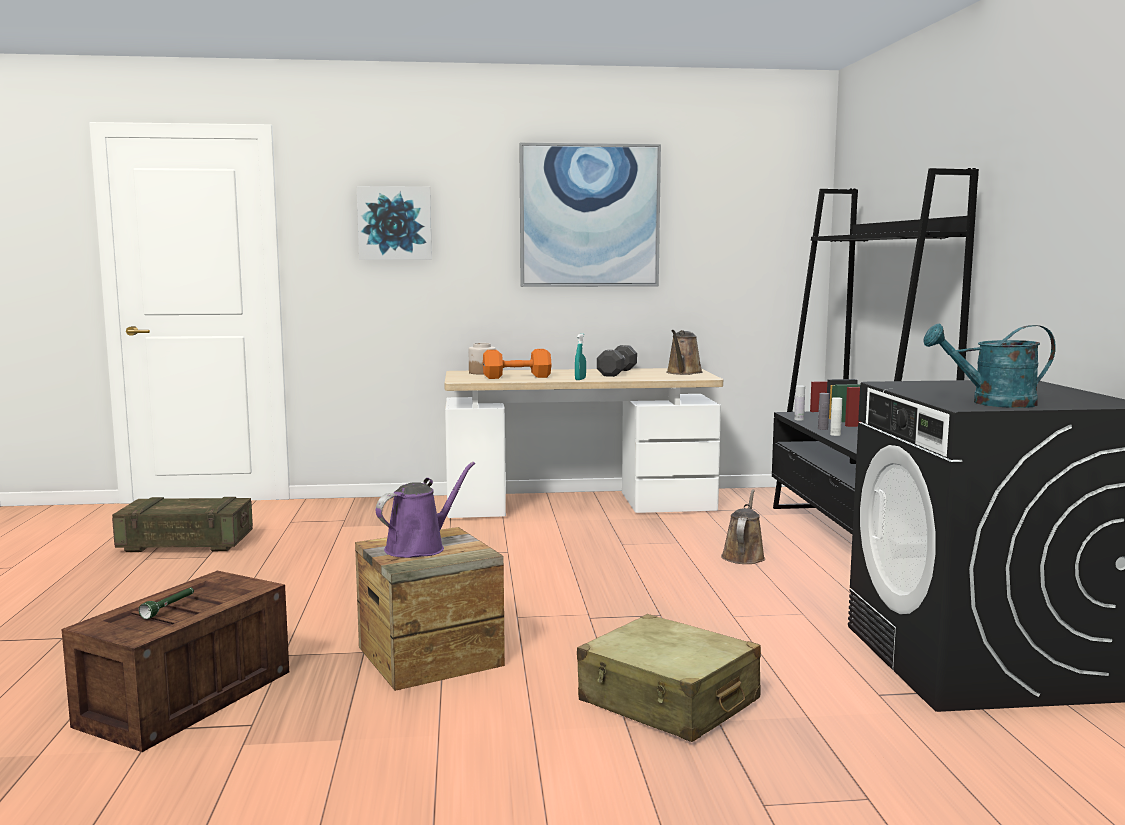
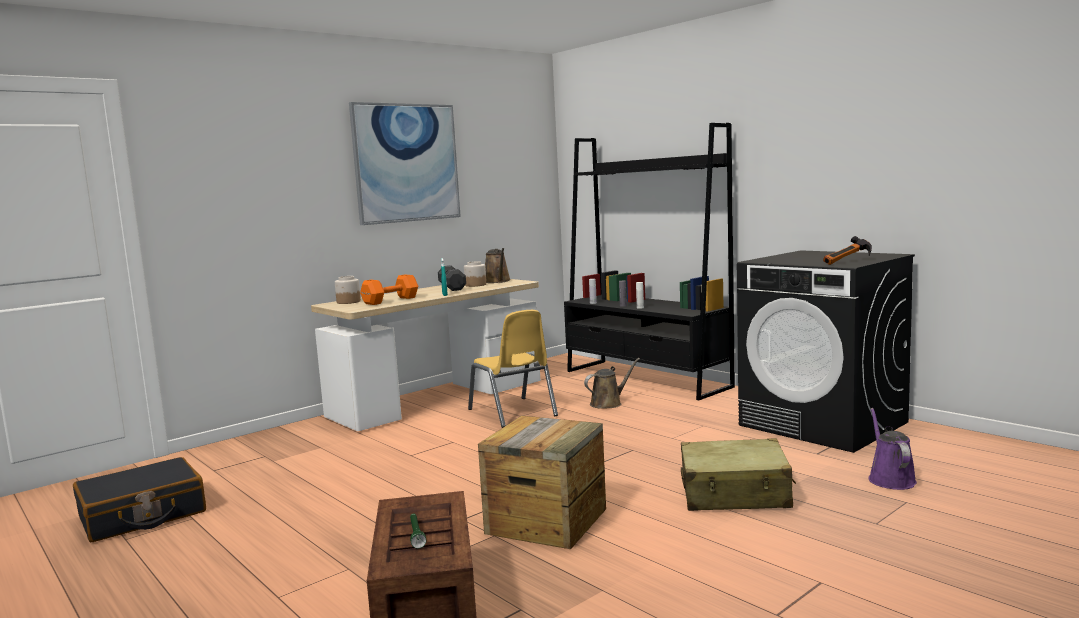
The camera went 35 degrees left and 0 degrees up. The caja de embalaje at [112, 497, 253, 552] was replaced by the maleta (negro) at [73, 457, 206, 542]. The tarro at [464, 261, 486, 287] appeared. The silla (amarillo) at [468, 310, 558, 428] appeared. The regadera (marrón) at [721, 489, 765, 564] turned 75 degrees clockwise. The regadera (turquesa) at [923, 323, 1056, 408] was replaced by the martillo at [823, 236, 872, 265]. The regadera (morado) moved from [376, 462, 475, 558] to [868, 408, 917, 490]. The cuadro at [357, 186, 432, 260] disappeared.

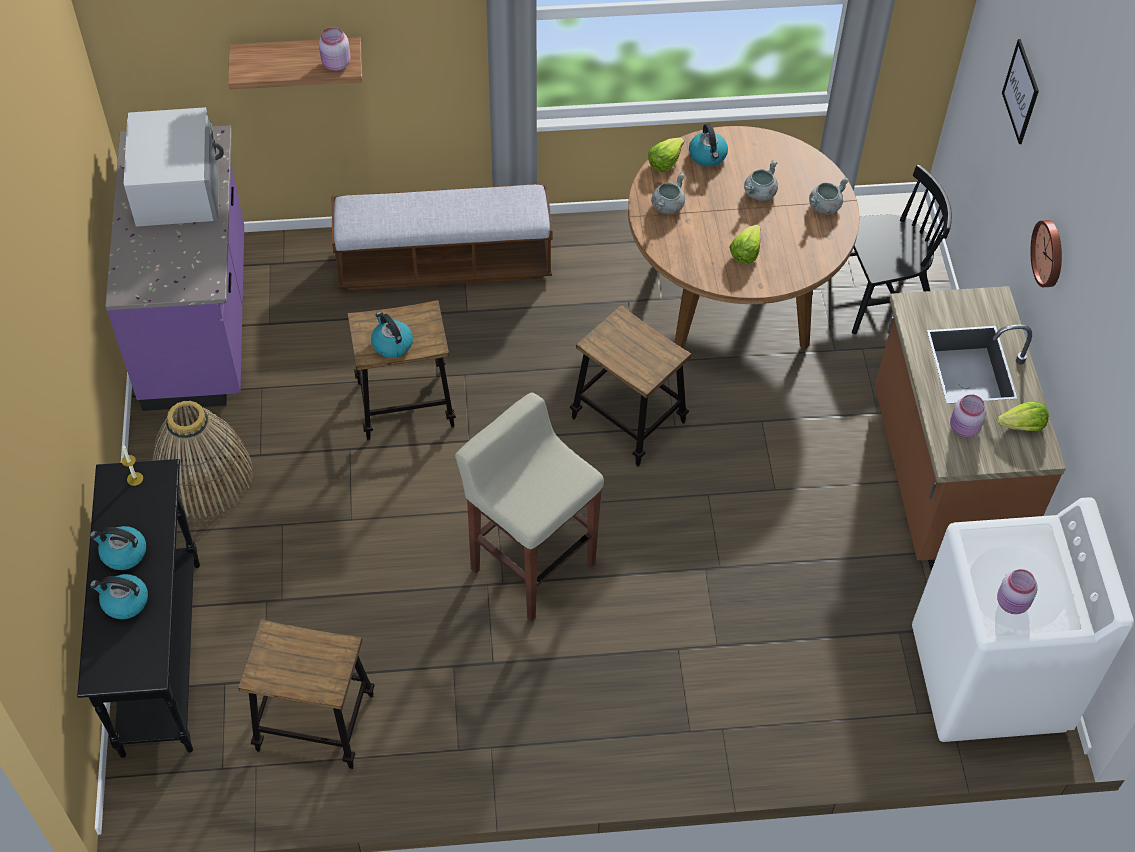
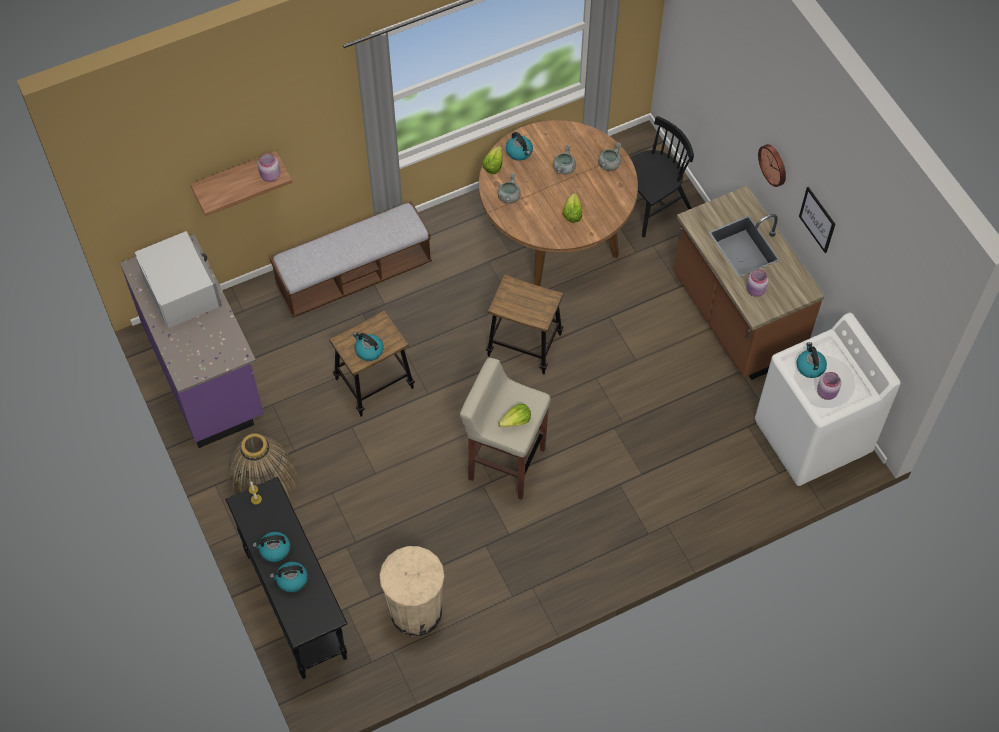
The camera went 20 degrees left and 5 degrees up. The taburete at [238, 619, 375, 769] was replaced by the papelera (beis) at [379, 546, 444, 636]. The lechuga moved from [997, 401, 1049, 431] to [498, 404, 531, 427]. The hervidor at [796, 342, 827, 378] appeared. The cuadro moved from [1002, 39, 1039, 144] to [799, 187, 835, 253].

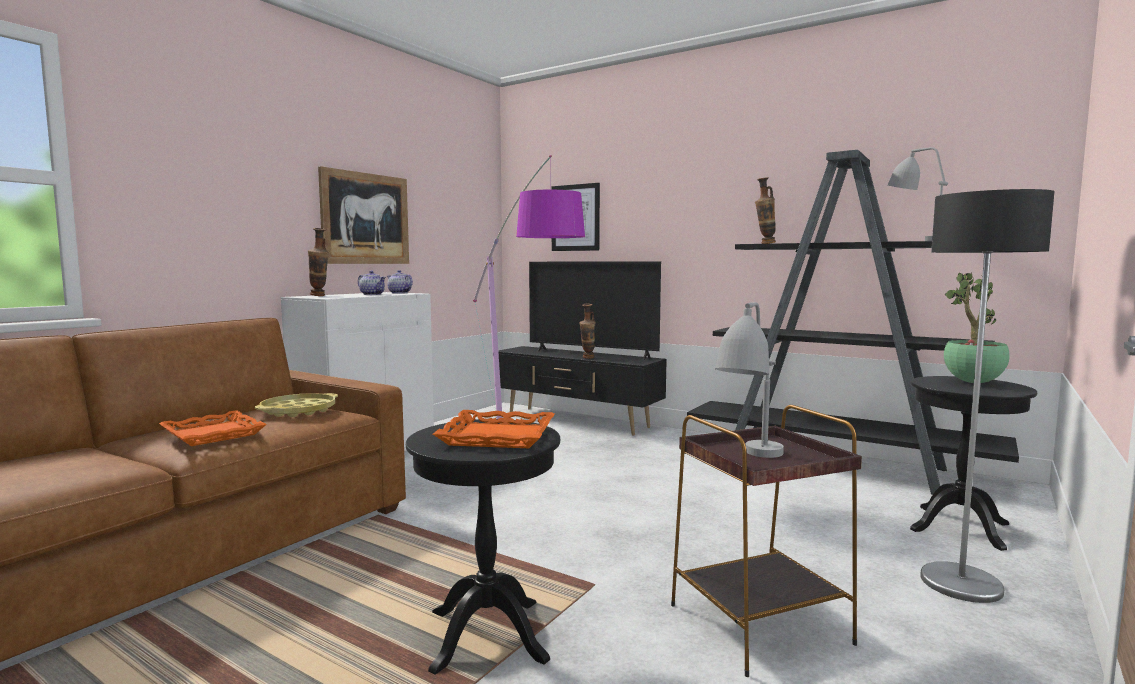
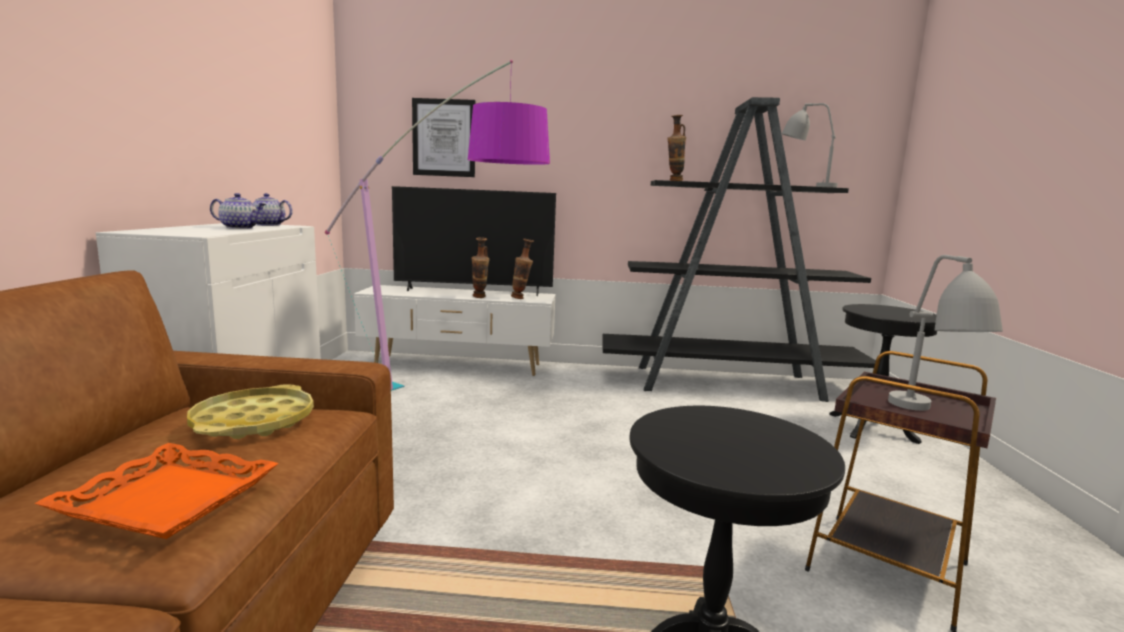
The camera went 30 degrees left and 5 degrees up. The mueble de televisión (negro) at [498, 346, 667, 436] became the mueble de televisión (blanco) at [354, 285, 556, 376]. The florero moved from [308, 228, 329, 296] to [511, 239, 534, 299]. The cuadro at [318, 166, 409, 264] disappeared. The bandeja (naranja) at [433, 410, 555, 448] disappeared. The lámpara de pie at [920, 189, 1055, 603] disappeared. The planta en maceta at [944, 272, 1010, 383] disappeared.

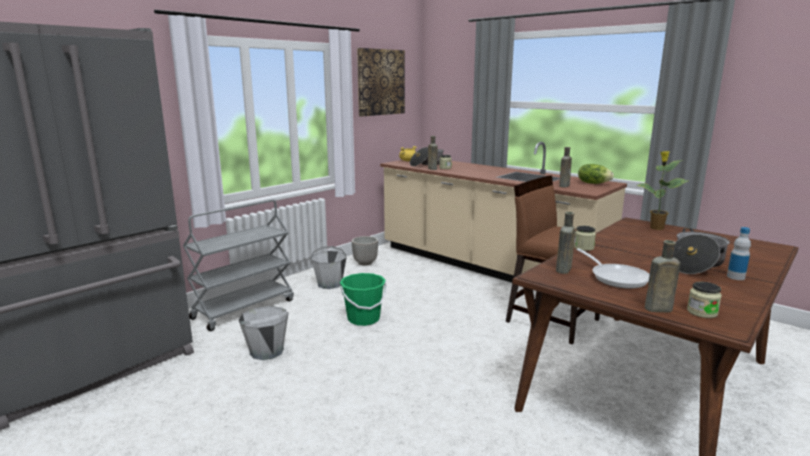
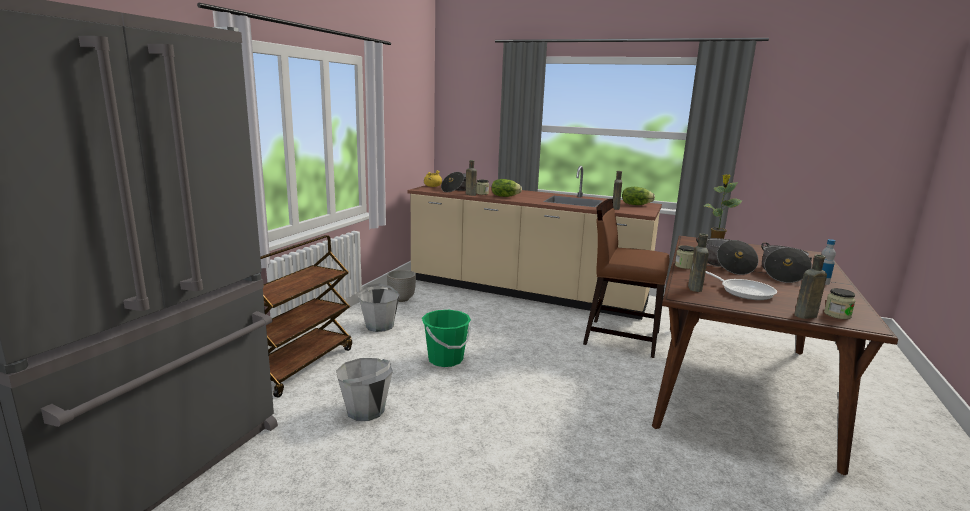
The camera went 20 degrees left and 0 degrees up. The carrito (gris) at [183, 199, 294, 331] became the carrito (marrón) at [260, 235, 352, 398]. The lechuga at [491, 179, 522, 197] appeared. The olla at [696, 237, 758, 275] appeared. The cuadro at [357, 48, 405, 116] disappeared.

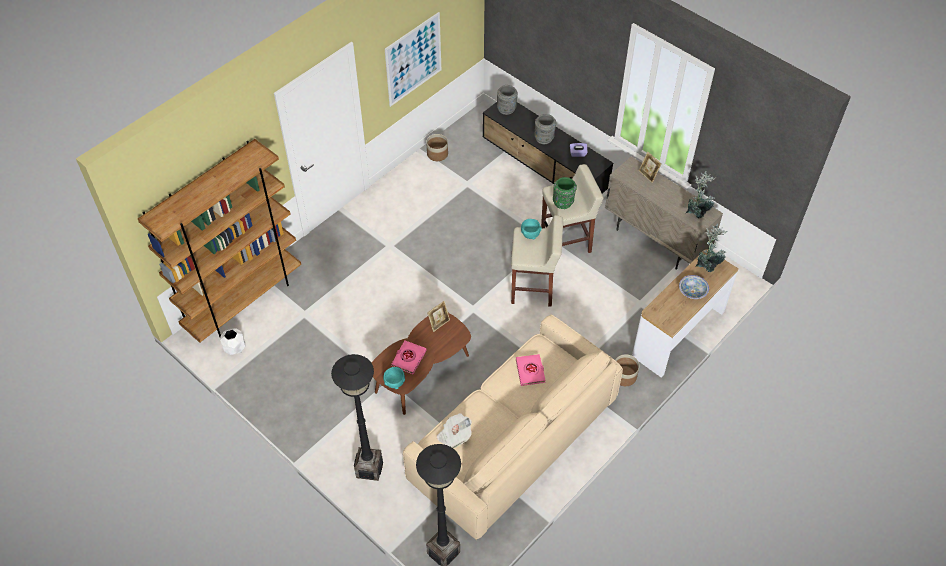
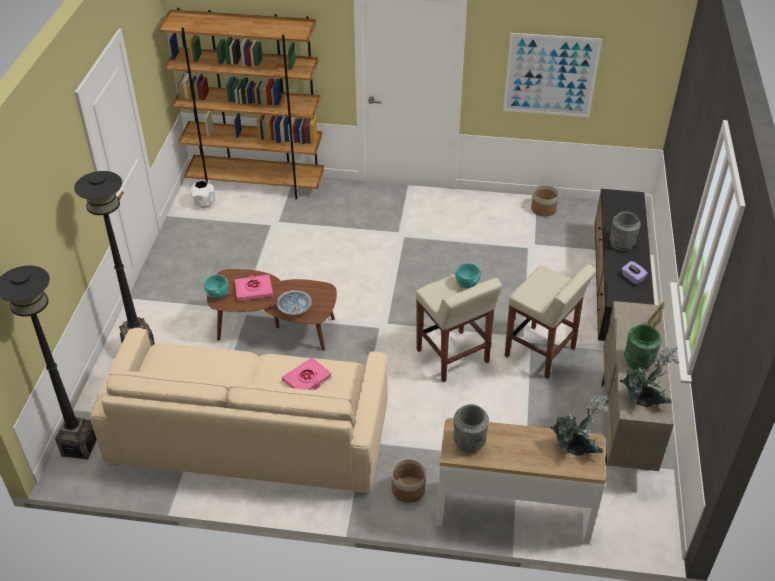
The camera went 55 degrees right and 10 degrees down. The cuenco moved from [679, 275, 709, 299] to [277, 290, 312, 315]. The florero (gris) moved from [497, 85, 518, 115] to [453, 404, 489, 453]. The florero (verde) moved from [553, 177, 577, 209] to [624, 324, 662, 370]. The portarretratos at [427, 301, 450, 332] disappeared. The periódico at [437, 413, 472, 448] disappeared.

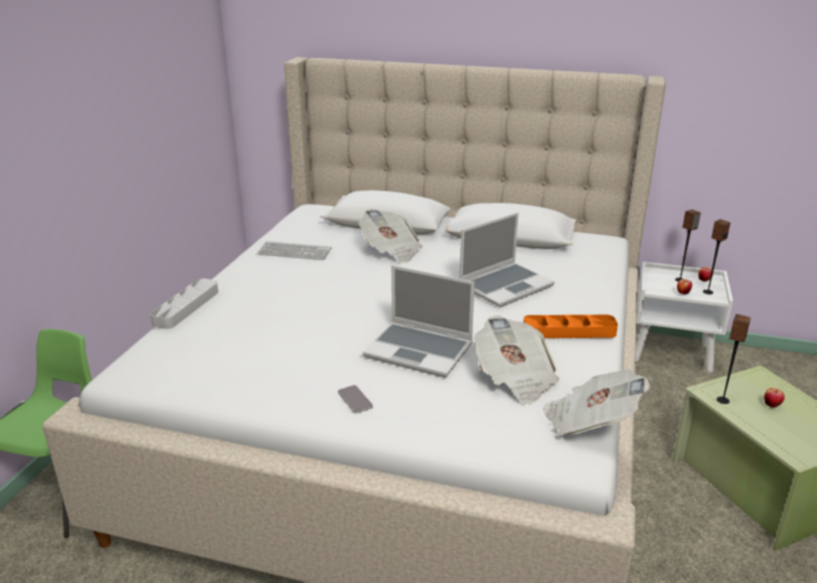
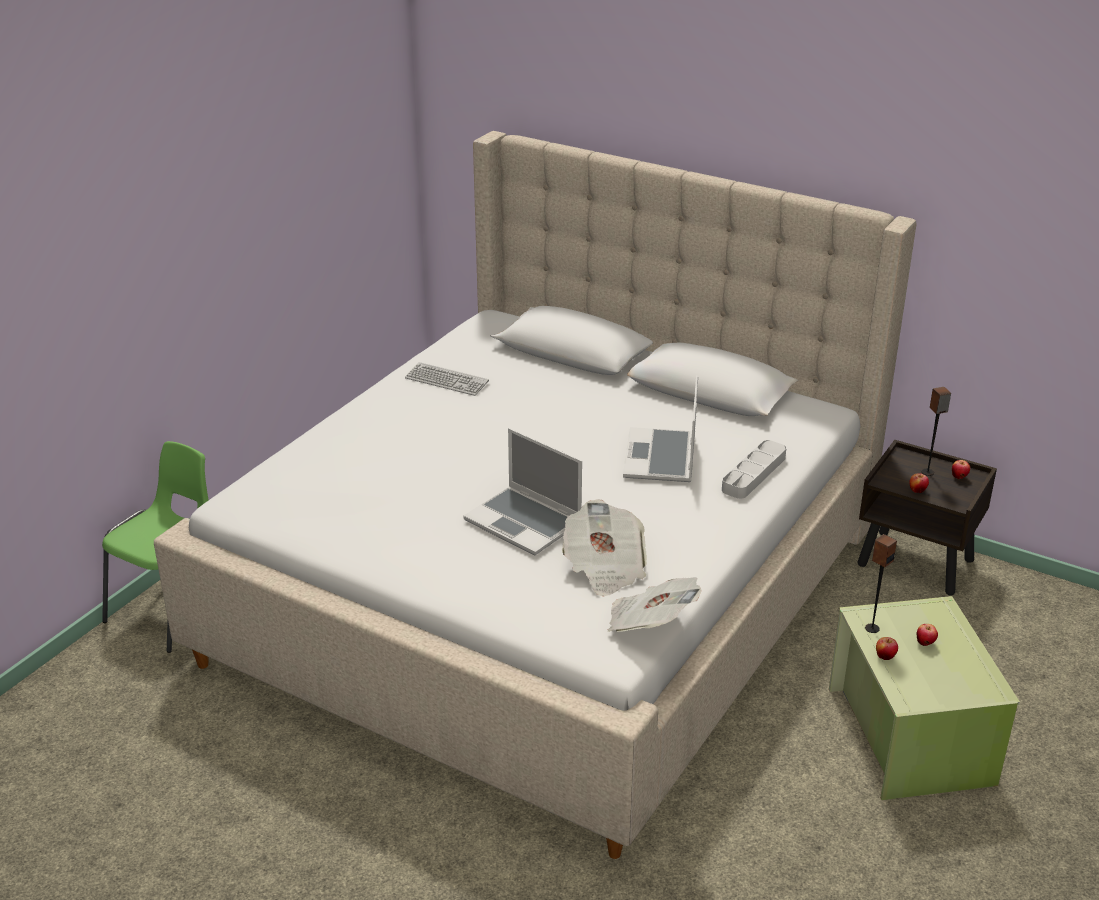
The camera went 15 degrees right and 5 degrees up. The portátil at [460, 212, 555, 307] turned 120 degrees clockwise. The bandeja (gris) moved from [151, 278, 218, 329] to [722, 440, 786, 499]. The mesita de noche (blanco) at [636, 262, 733, 373] became the mesita de noche (marrón) at [858, 440, 997, 596]. The manzana at [876, 637, 898, 660] appeared. The móvil at [338, 385, 373, 413] disappeared. The periódico at [359, 209, 423, 263] disappeared. The bandeja (naranja) at [524, 315, 618, 338] disappeared. The altavoz at [703, 219, 730, 294] disappeared.

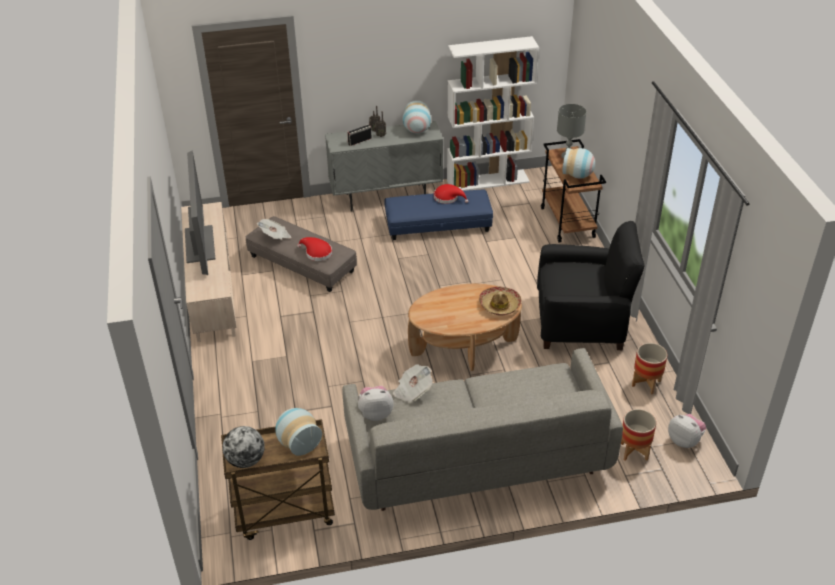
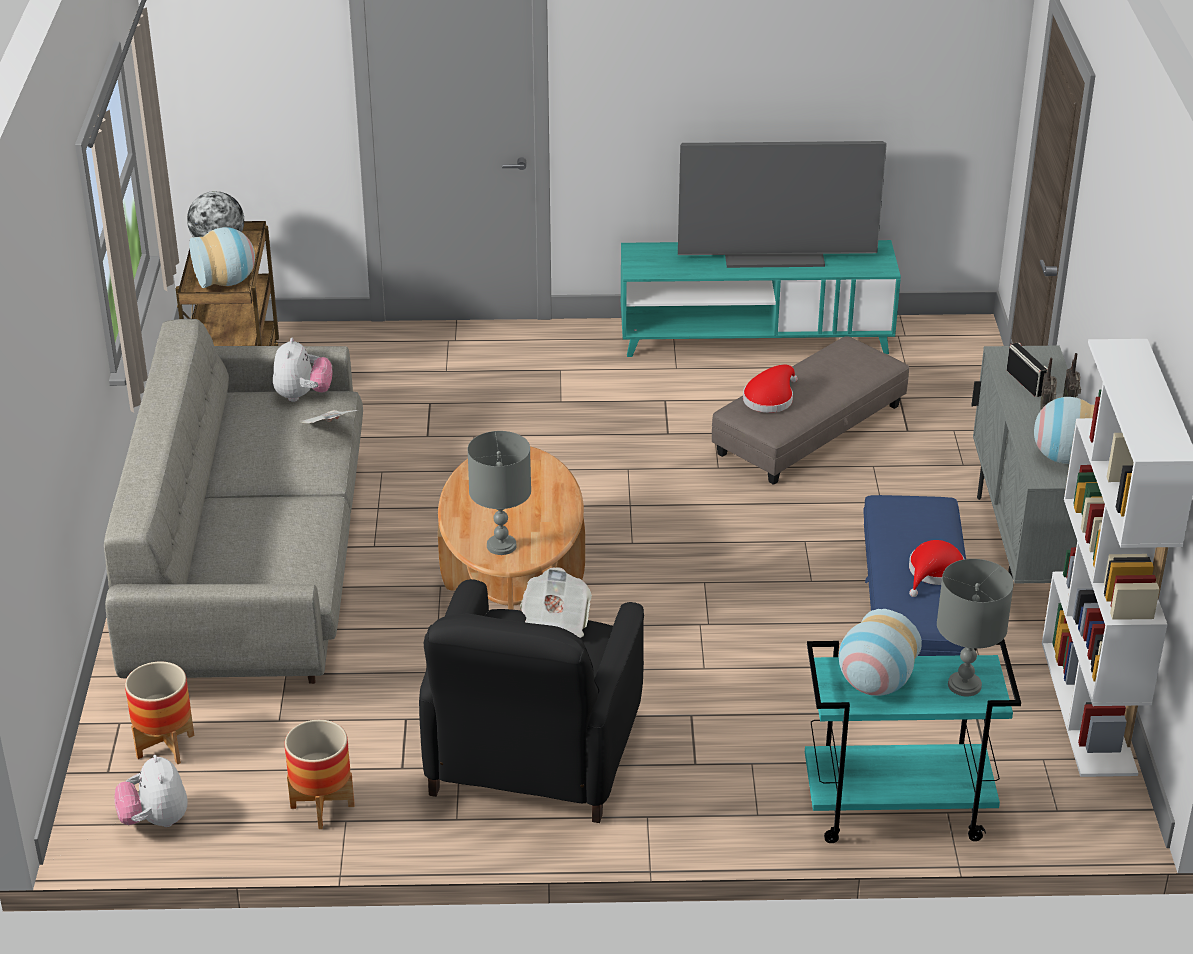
The camera went 100 degrees right and 5 degrees down. The peluche at [668, 414, 706, 448] turned 105 degrees clockwise. The sombrero at [479, 287, 522, 316] was replaced by the lámpara de mesa (gris) at [468, 431, 531, 555]. The periódico moved from [257, 219, 292, 240] to [520, 567, 592, 638]. The mueble de televisión (beis) at [181, 202, 237, 342] became the mueble de televisión (turquesa) at [621, 240, 901, 357]. The carrito (marrón) at [541, 139, 606, 243] became the carrito (turquesa) at [805, 639, 1021, 843].

